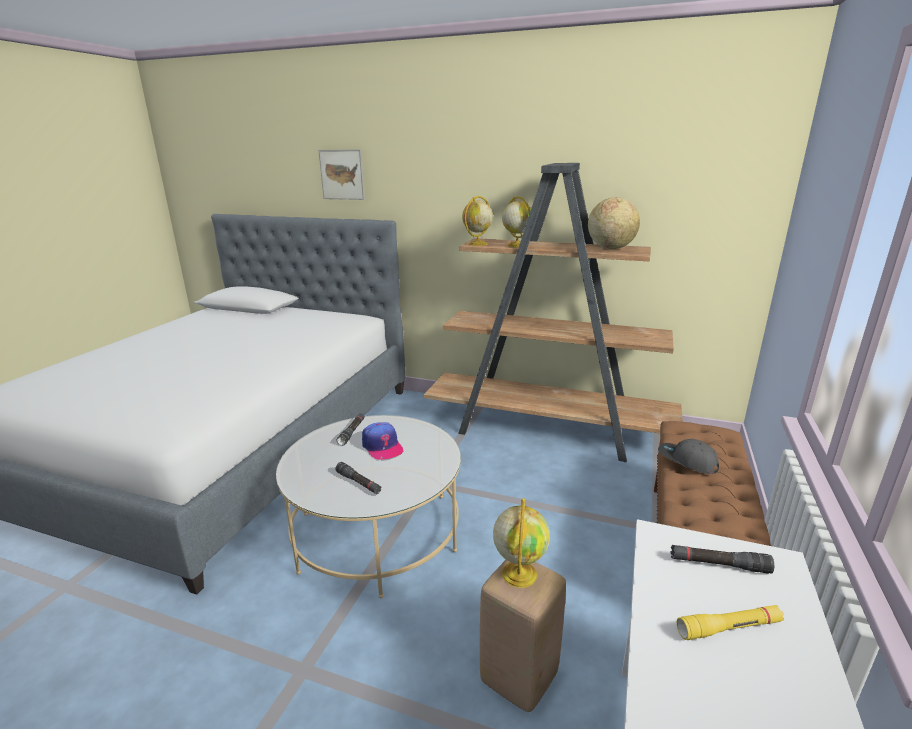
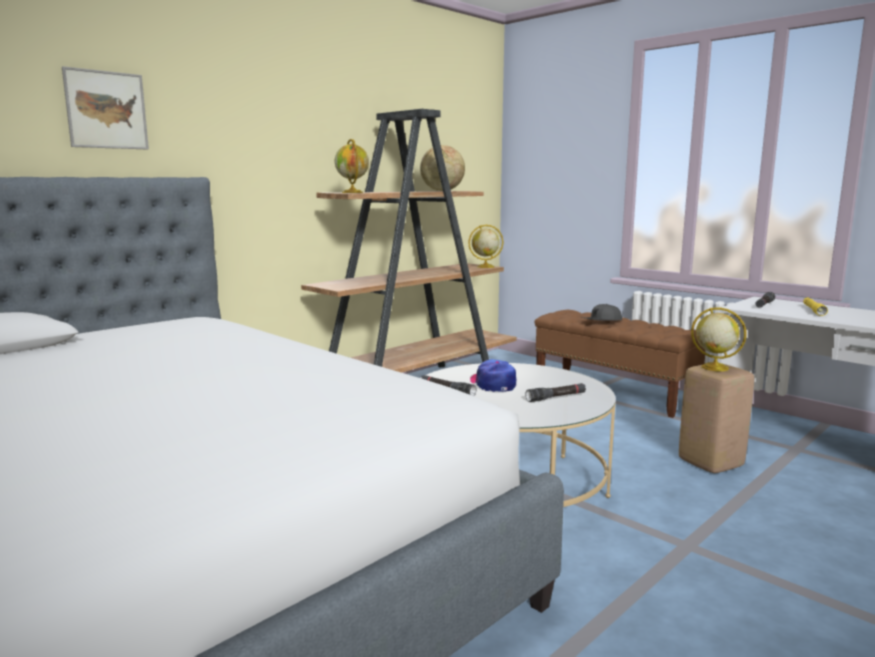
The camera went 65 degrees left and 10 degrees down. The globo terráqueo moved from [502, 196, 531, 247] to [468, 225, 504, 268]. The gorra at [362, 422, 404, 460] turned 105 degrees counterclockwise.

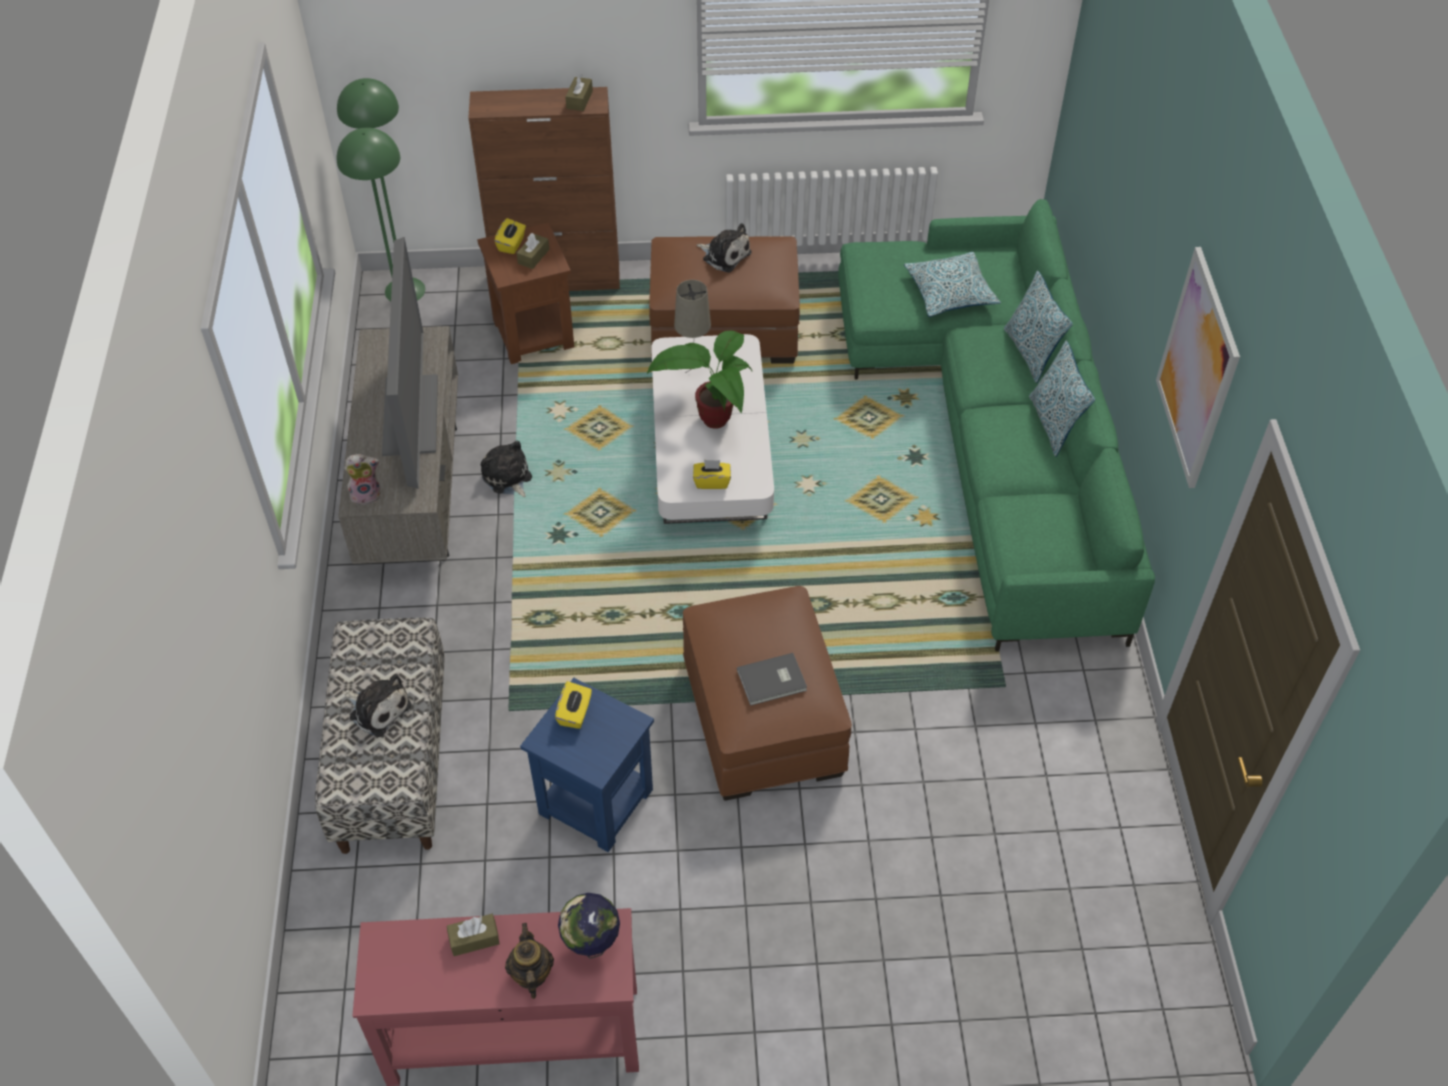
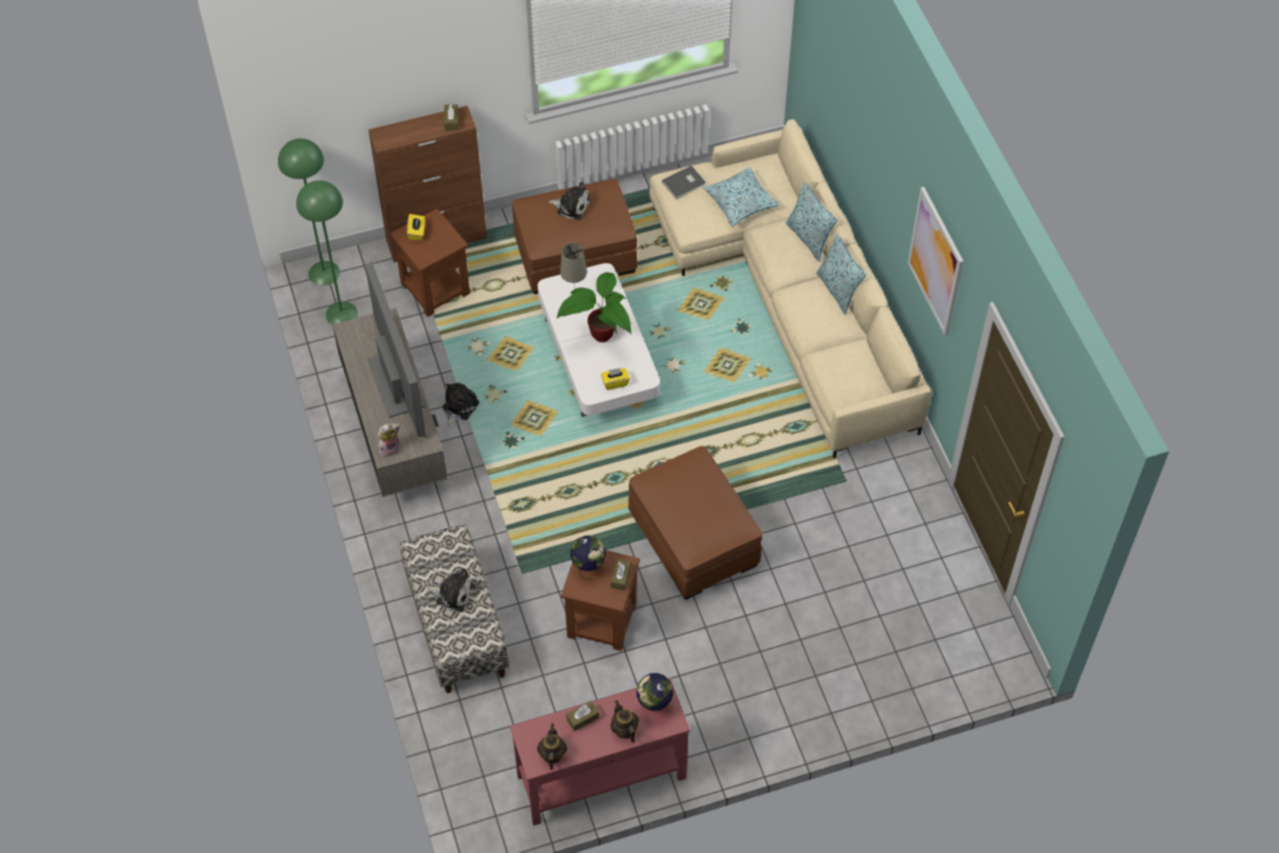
The camera went 15 degrees left and 5 degrees up. The peluche at [481, 440, 532, 497] turned 75 degrees clockwise. The tetera at [537, 724, 567, 770] appeared. The mesa auxiliar (azul) at [520, 678, 654, 852] became the mesa auxiliar (marrón) at [561, 550, 640, 651]. The caja de pañuelos (amarillo) at [555, 681, 592, 729] was replaced by the globo terráqueo at [570, 535, 606, 580]. The caja de pañuelos (marrón) moved from [517, 233, 549, 269] to [611, 559, 631, 590]. The sofá (verde) at [838, 199, 1155, 652] became the sofá (beis) at [649, 119, 931, 458]. The libro (gris) moved from [737, 653, 807, 706] to [662, 166, 706, 199].

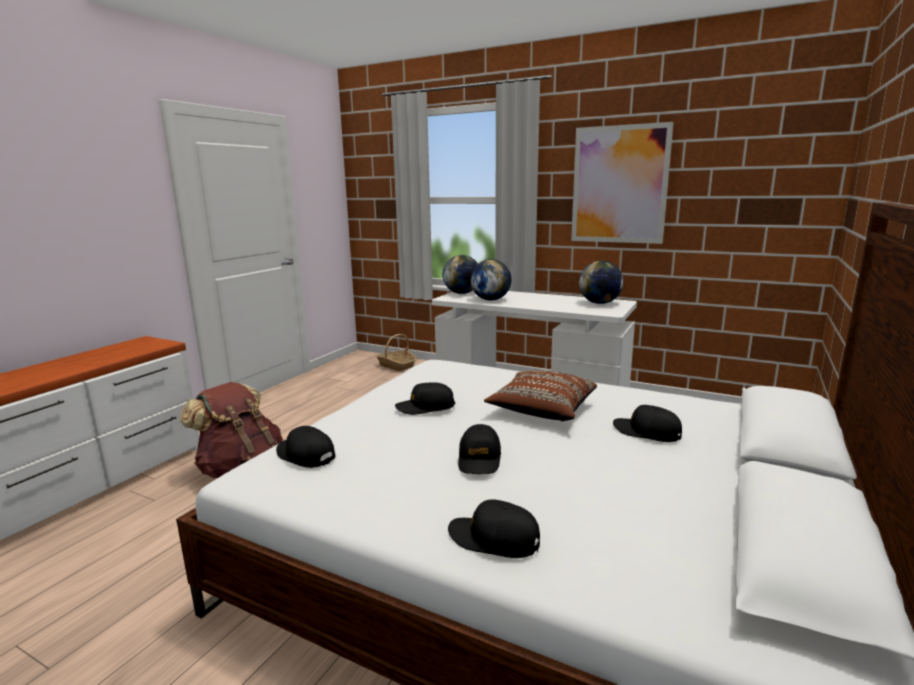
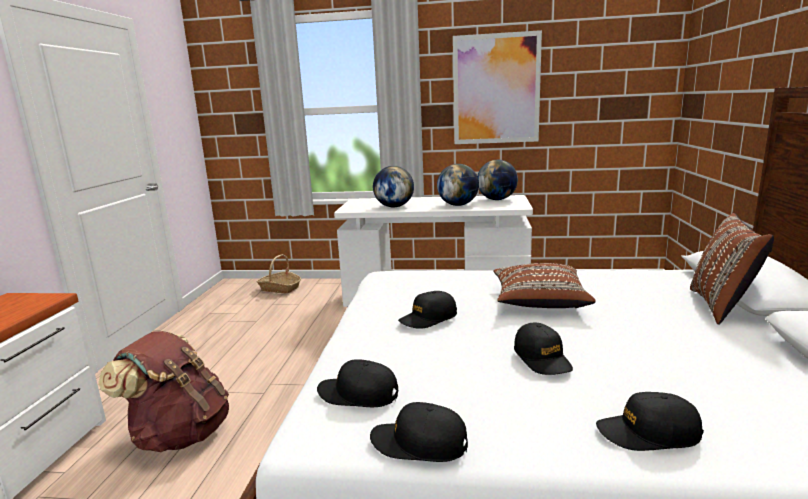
The camera went 20 degrees left and 0 degrees up. The gorra (negro) moved from [613, 405, 682, 442] to [370, 402, 468, 462]. The globo terráqueo moved from [443, 255, 478, 294] to [437, 164, 479, 206]. The cojín (marrón) at [690, 213, 774, 325] appeared.

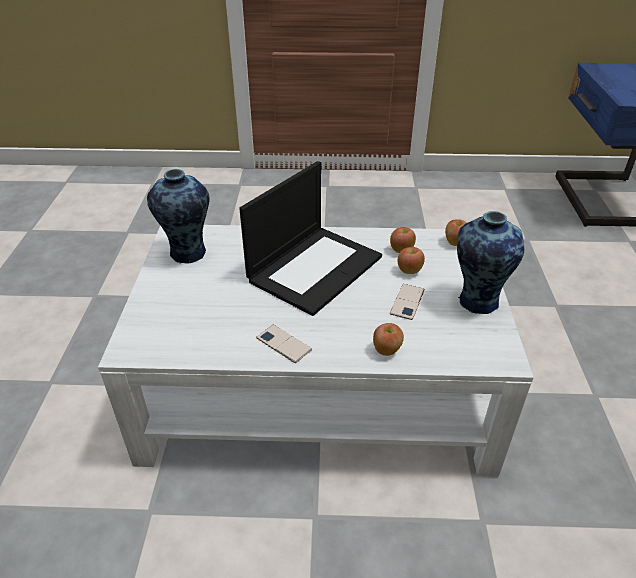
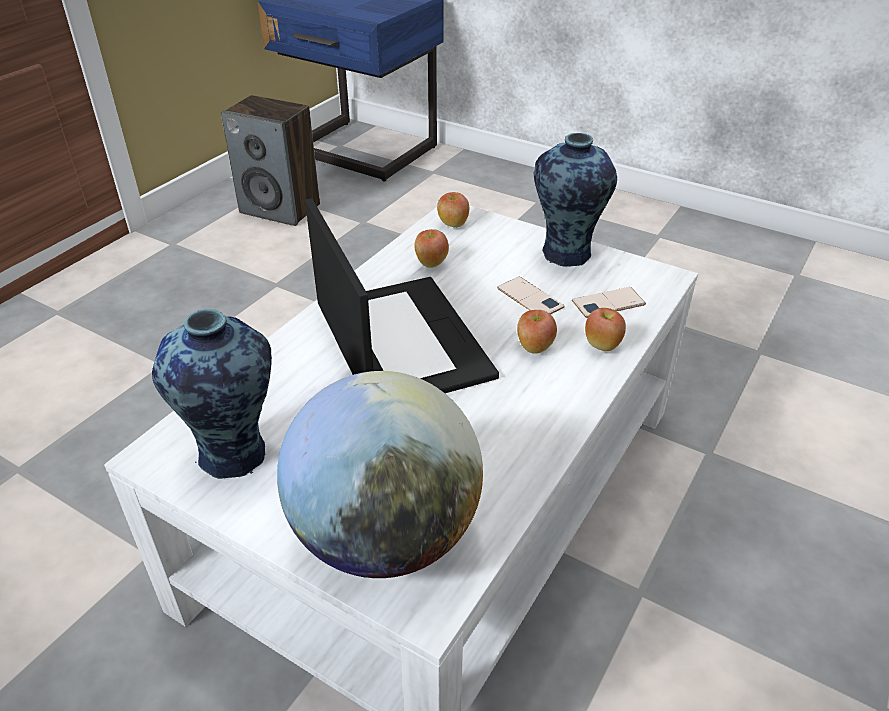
The camera went 60 degrees left and 0 degrees up. The altavoz at [221, 95, 320, 226] appeared. The globo terráqueo at [277, 371, 483, 578] appeared. The manzana moved from [398, 247, 425, 274] to [517, 310, 557, 354]. The móvil moved from [256, 325, 312, 363] to [572, 287, 646, 318].

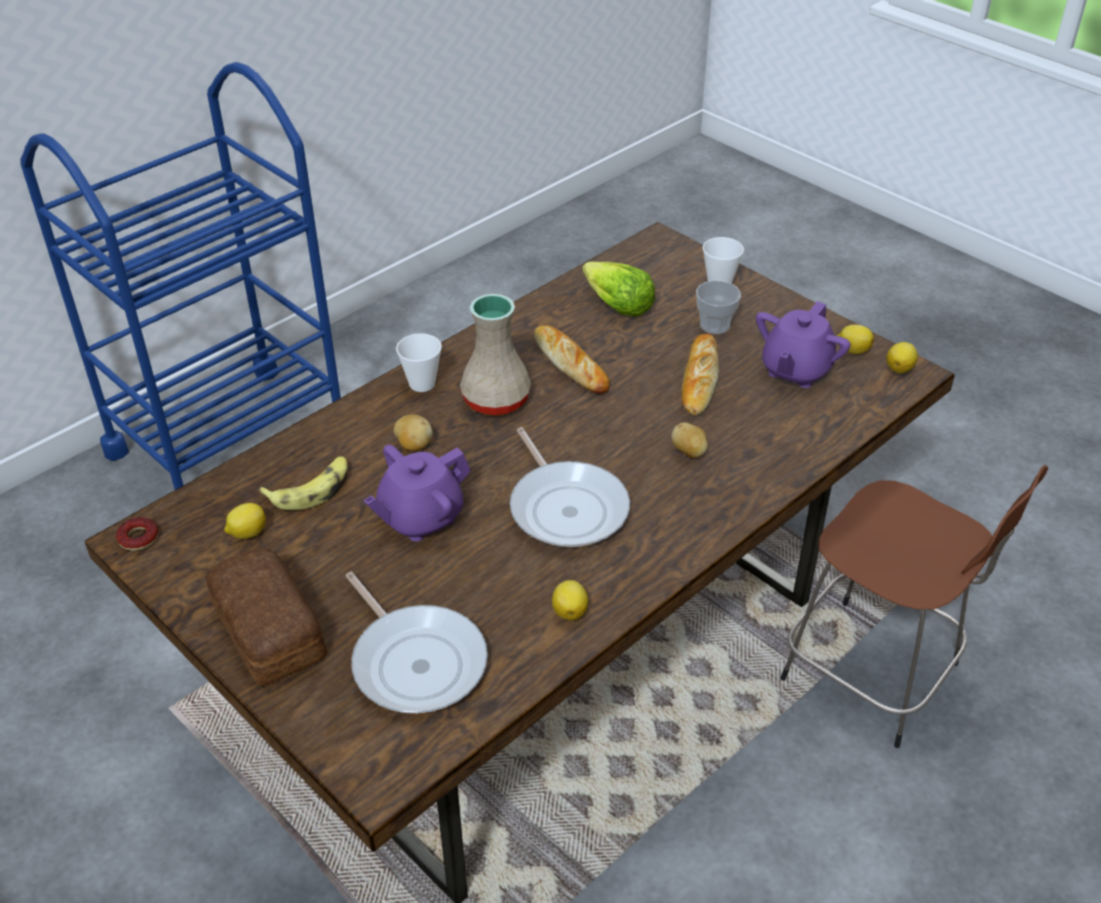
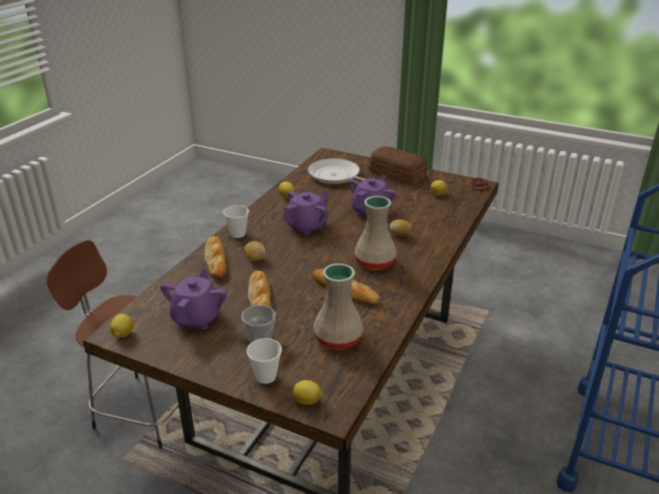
The camera went 160 degrees right and 10 degrees down. The pan at [204, 236, 227, 279] appeared. The taza moved from [396, 333, 442, 392] to [223, 205, 249, 238]. The sartén at [510, 427, 630, 547] was replaced by the tetera (morado) at [283, 190, 329, 235]. The limón moved from [837, 325, 874, 355] to [293, 380, 323, 405]. The lechuga at [582, 262, 655, 317] was replaced by the florero (beis) at [313, 263, 364, 350]. The plátano at [259, 456, 348, 510] disappeared.

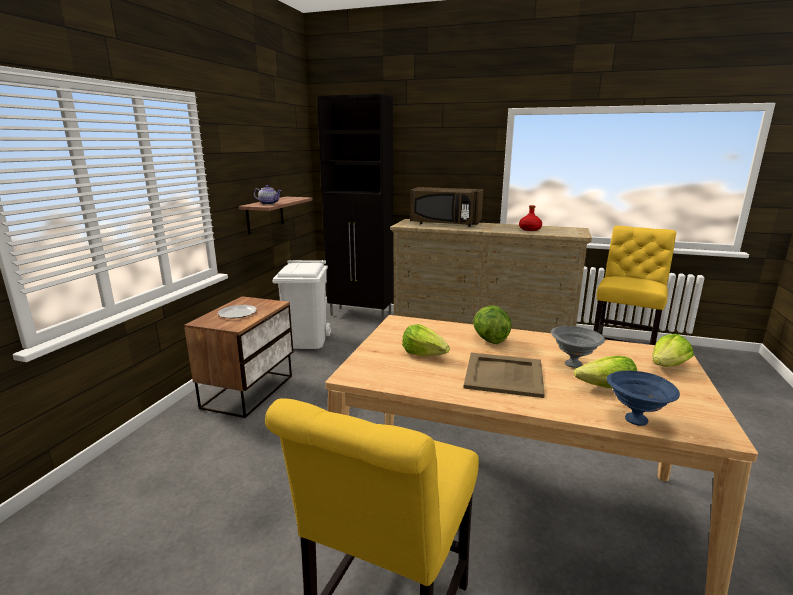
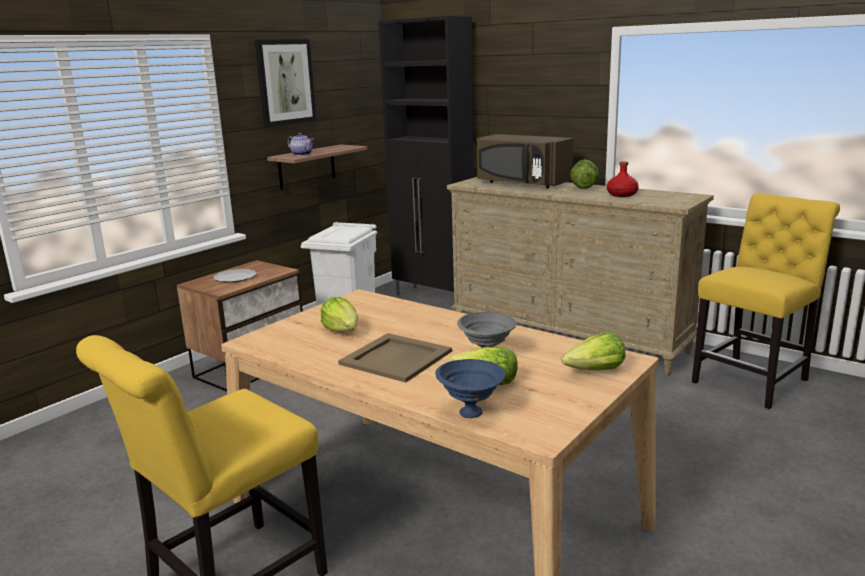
The camera went 20 degrees right and 0 degrees up. The cuadro at [255, 39, 317, 127] appeared. The lechuga moved from [473, 305, 512, 344] to [570, 159, 599, 189].

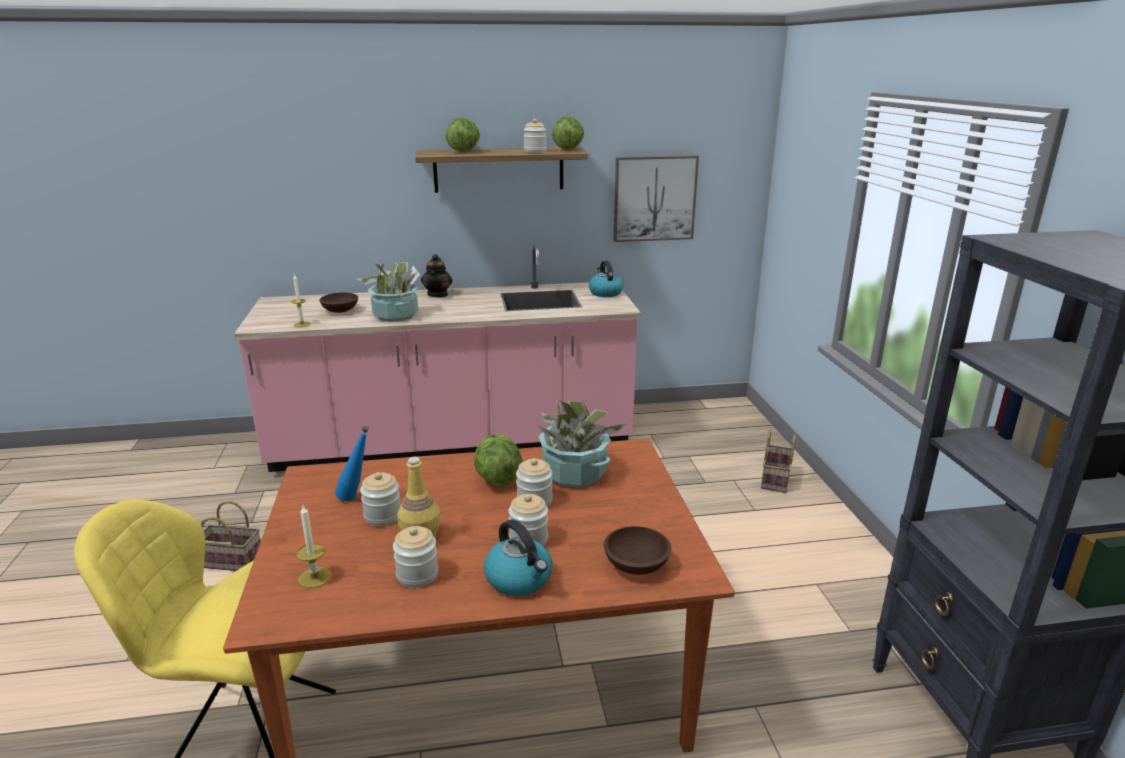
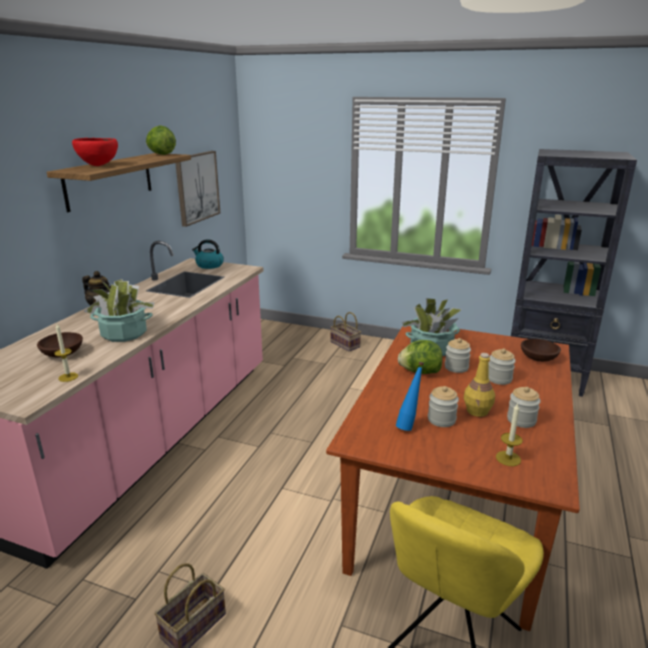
The camera went 60 degrees left and 0 degrees up. The lechuga at [445, 117, 480, 152] was replaced by the cuenco (rojo) at [72, 138, 118, 166]. The hervidor at [484, 519, 552, 596] disappeared. The tarro at [524, 119, 547, 153] disappeared.

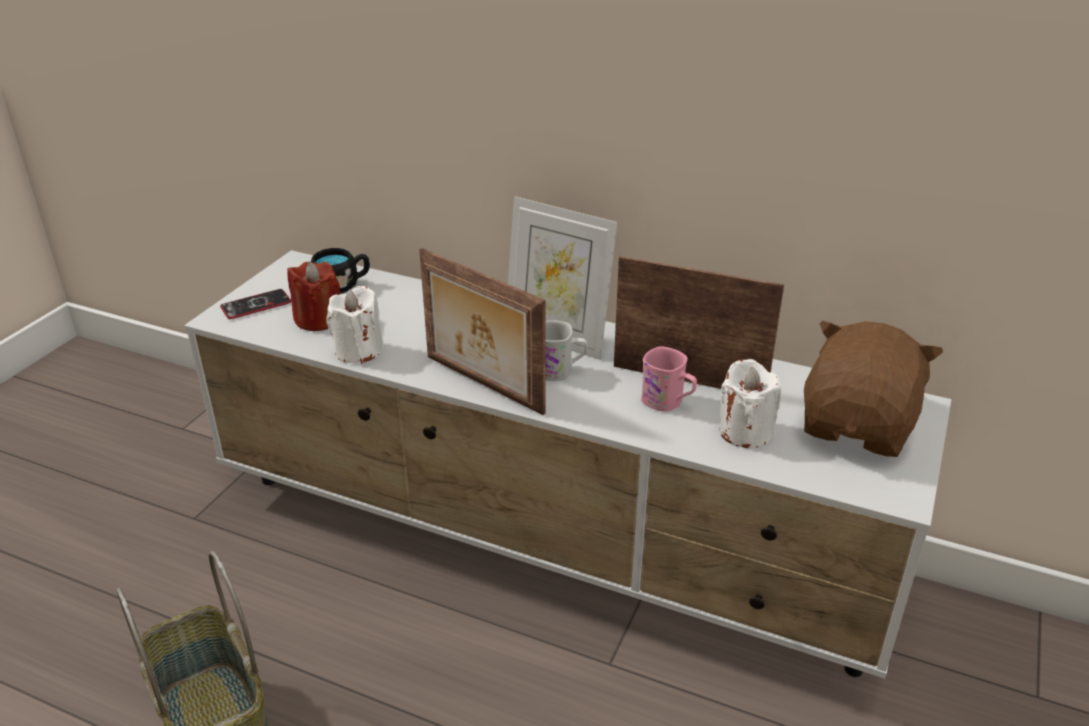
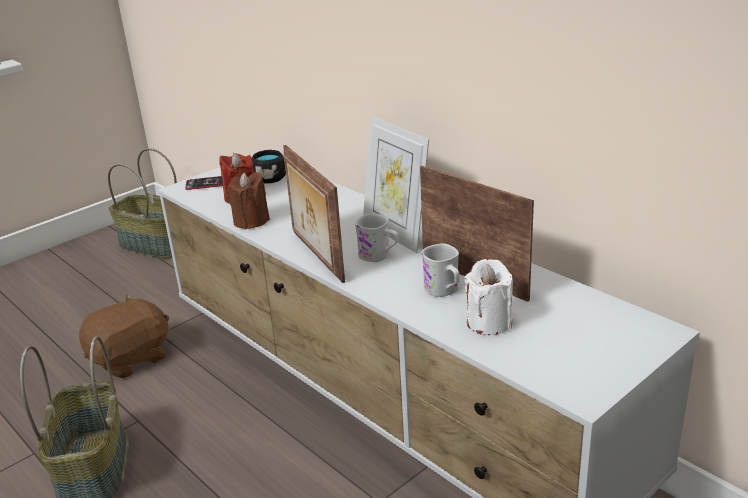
The camera went 25 degrees right and 5 degrees down. The peluche (marrón) moved from [804, 321, 943, 457] to [79, 295, 169, 378]. The cesta at [108, 148, 177, 259] appeared. The vela (blanco) at [327, 286, 384, 364] became the vela (marrón) at [227, 172, 270, 230]. The taza grande (rosa) at [641, 346, 697, 412] became the taza grande (blanco) at [422, 243, 460, 297].

